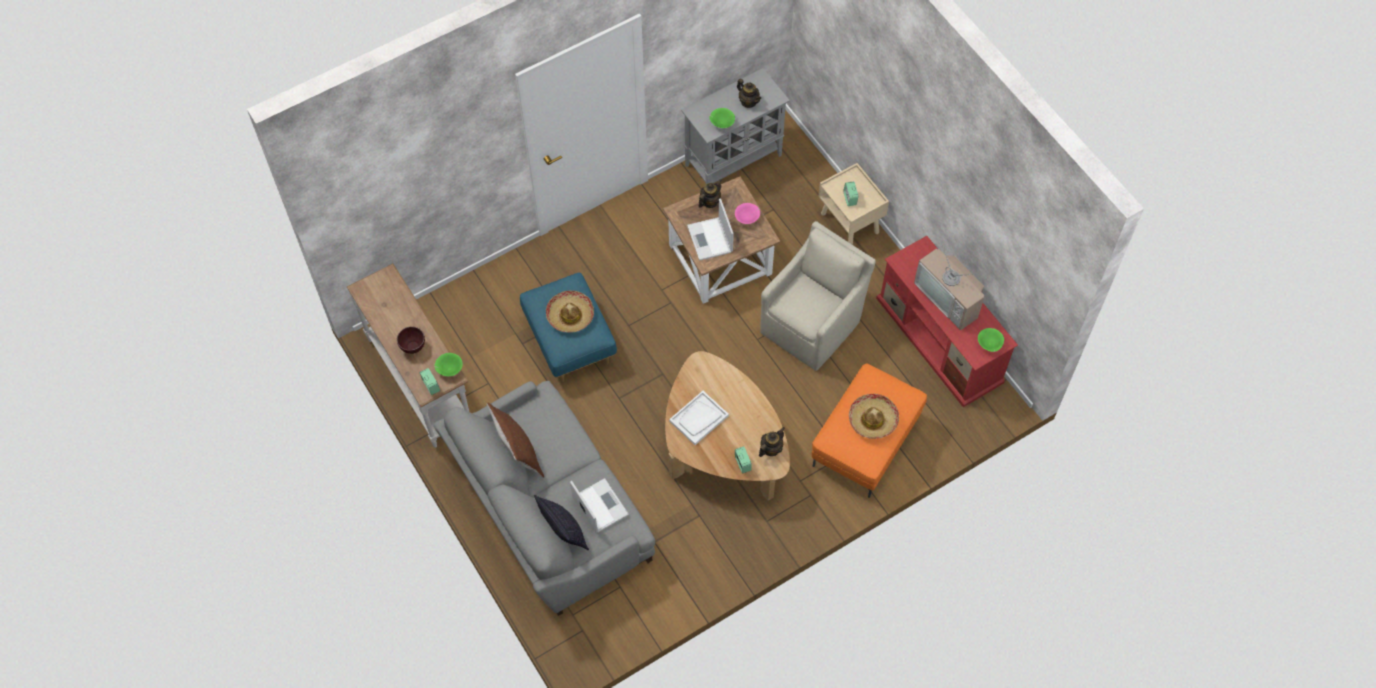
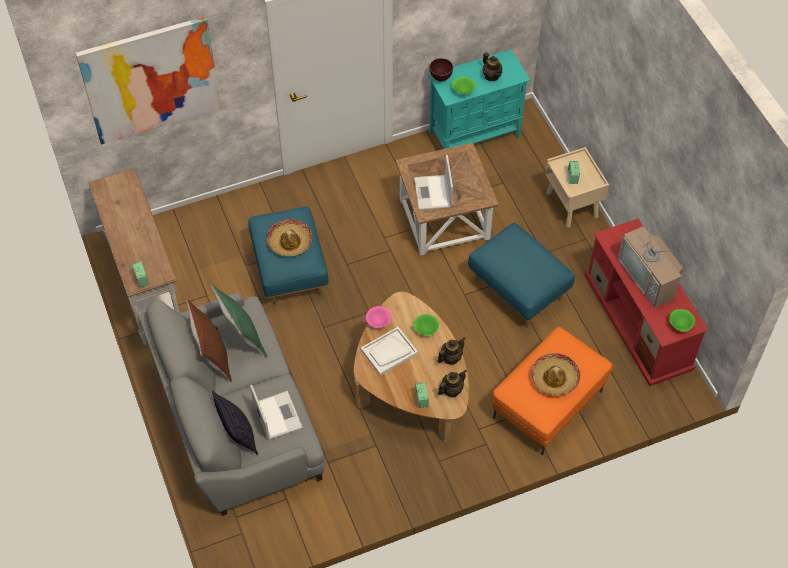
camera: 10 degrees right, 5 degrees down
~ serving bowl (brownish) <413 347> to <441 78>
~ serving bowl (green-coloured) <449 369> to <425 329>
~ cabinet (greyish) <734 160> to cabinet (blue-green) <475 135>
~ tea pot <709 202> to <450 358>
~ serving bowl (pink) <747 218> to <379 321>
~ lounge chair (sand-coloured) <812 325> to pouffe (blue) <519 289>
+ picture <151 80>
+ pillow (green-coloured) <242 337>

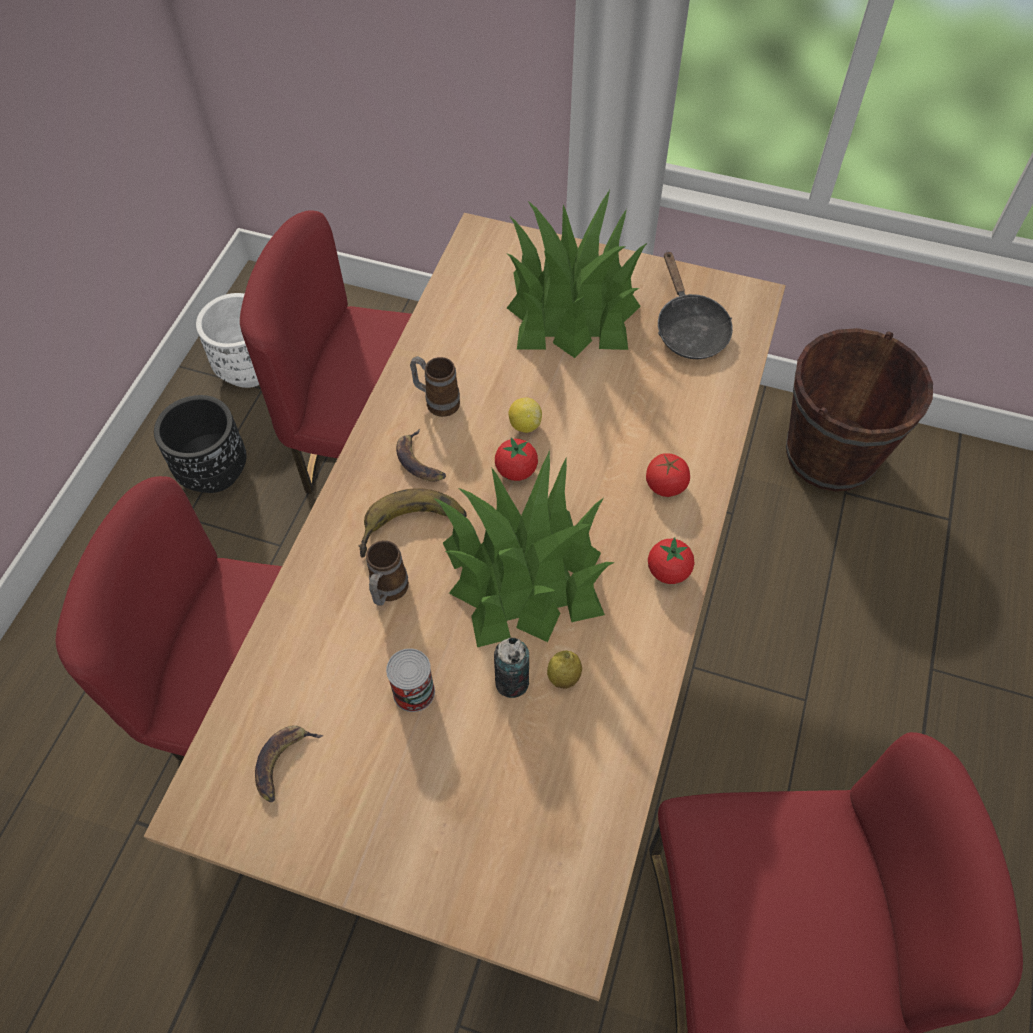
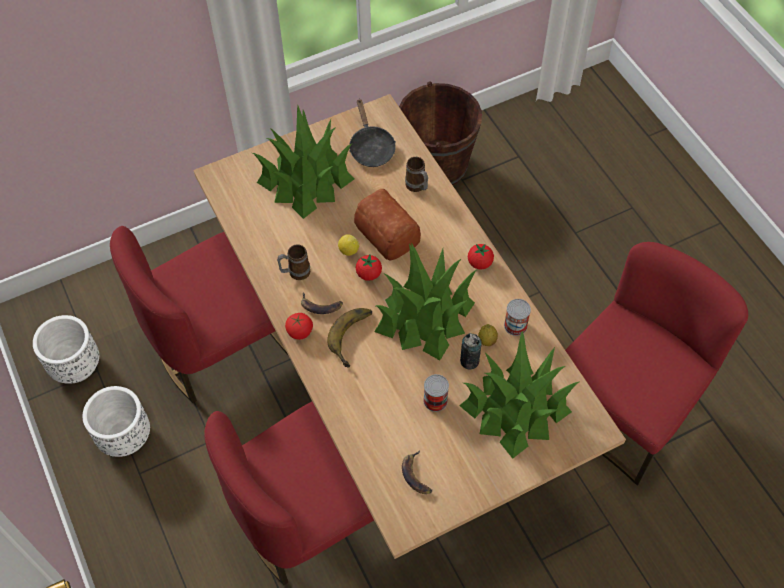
camera: 45 degrees left, 0 degrees up
~ planter (blackish) <214 471> to planter (whitish) <125 436>
~ mug <387 592> to <417 187>
~ tomato <666 485> to <300 331>
~ pan (blackish) <689 329> = <371 147> 45 degrees clockwise
+ bread <387 231>
+ plant in a pot <516 406>
+ sealed can <515 325>

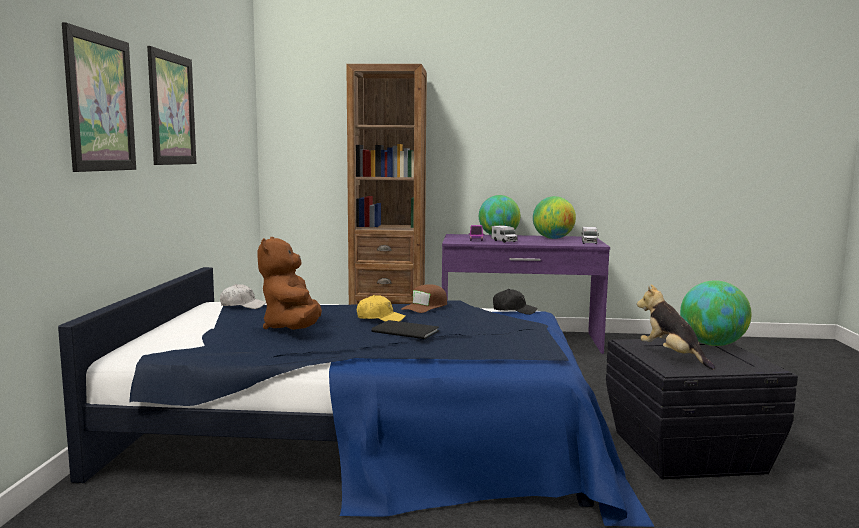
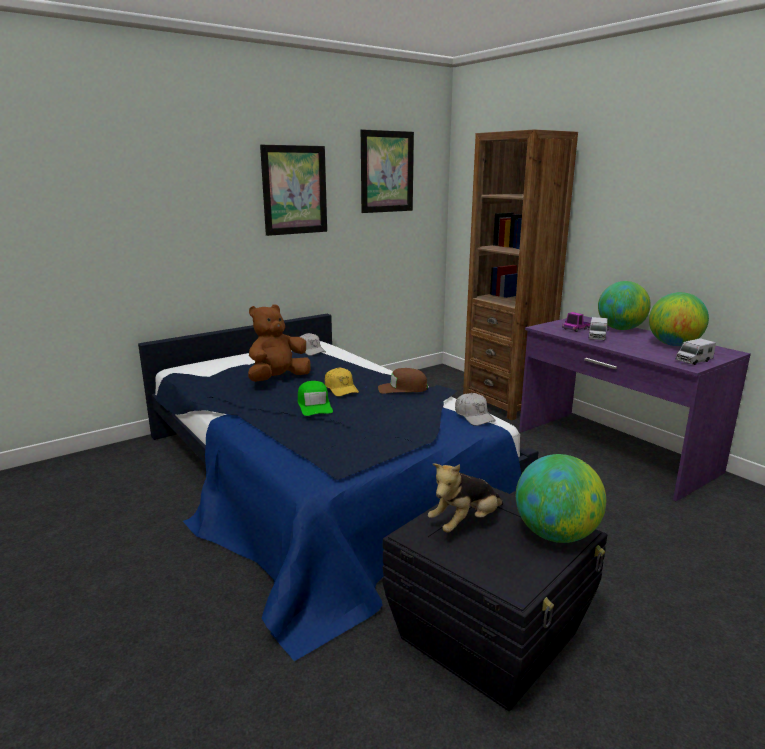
camera: 50 degrees right, 10 degrees up
~ picture <100 103> to <387 172>
~ volume (blackish) <405 331> to cap (green-coloured) <314 405>
~ cap (blackish) <514 310> to cap (whitish) <474 416>
~ soft toy <672 356> = <465 523> 150 degrees counterclockwise

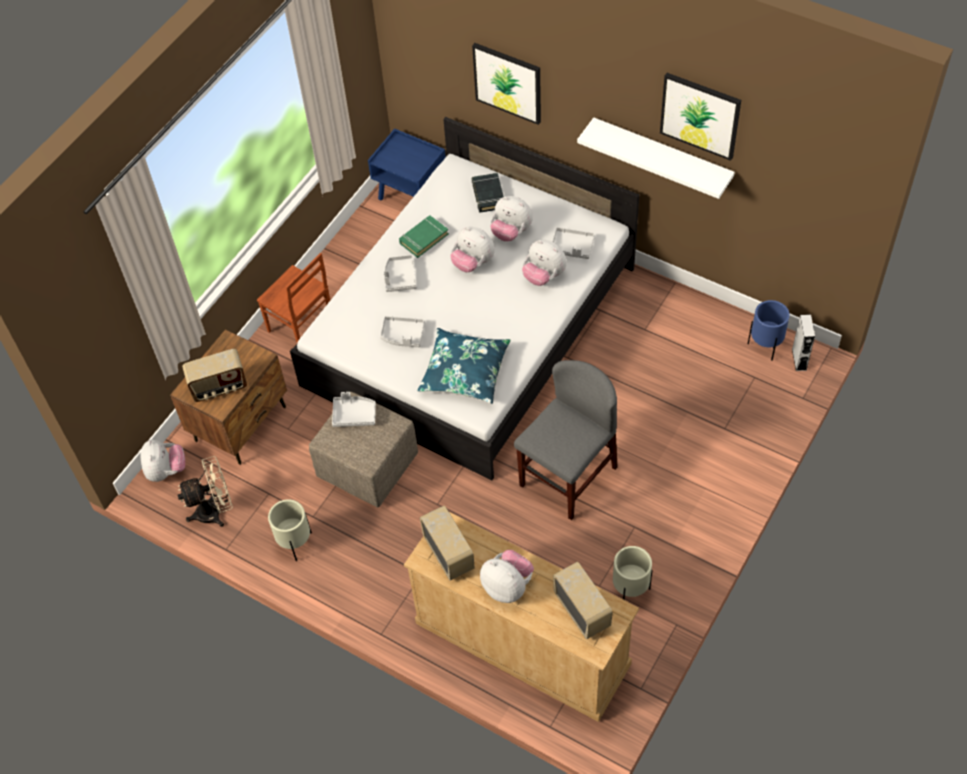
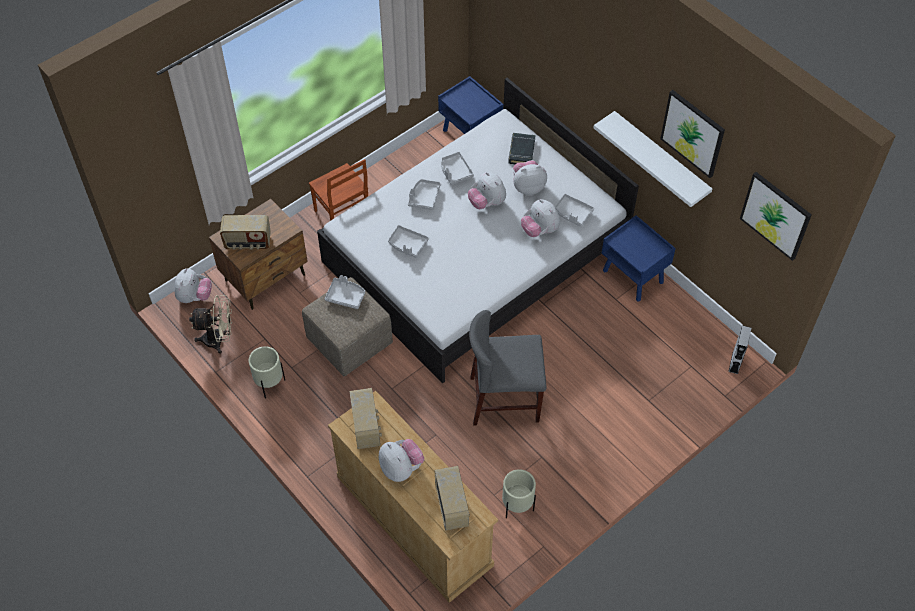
camera: 15 degrees right, 0 degrees up
~ volume (green-coloured) <423 238> to tray (greyish) <455 172>
- pillow (blue) <465 372>
~ picture <508 82> to <775 215>
~ soft toy <511 232> = <528 187> 120 degrees clockwise
~ plain chair (greyish) <568 476> = <504 399> 150 degrees counterclockwise
- planter (blue) <765 346>
+ nightstand (blue) <633 277>

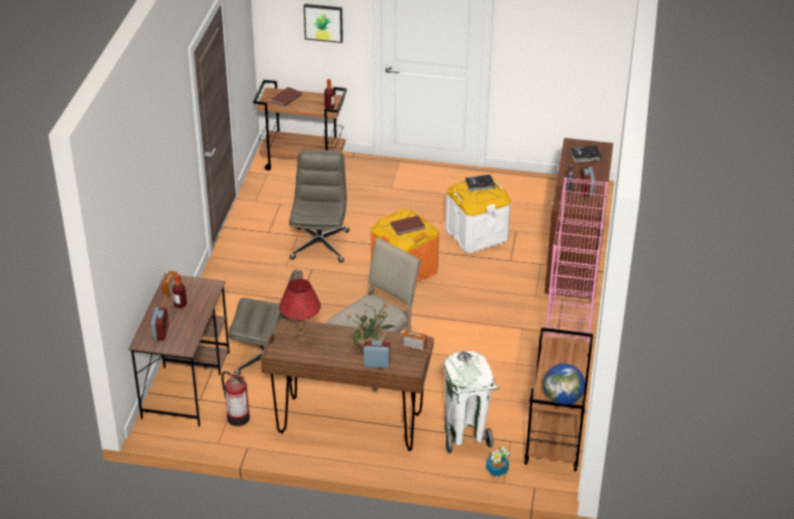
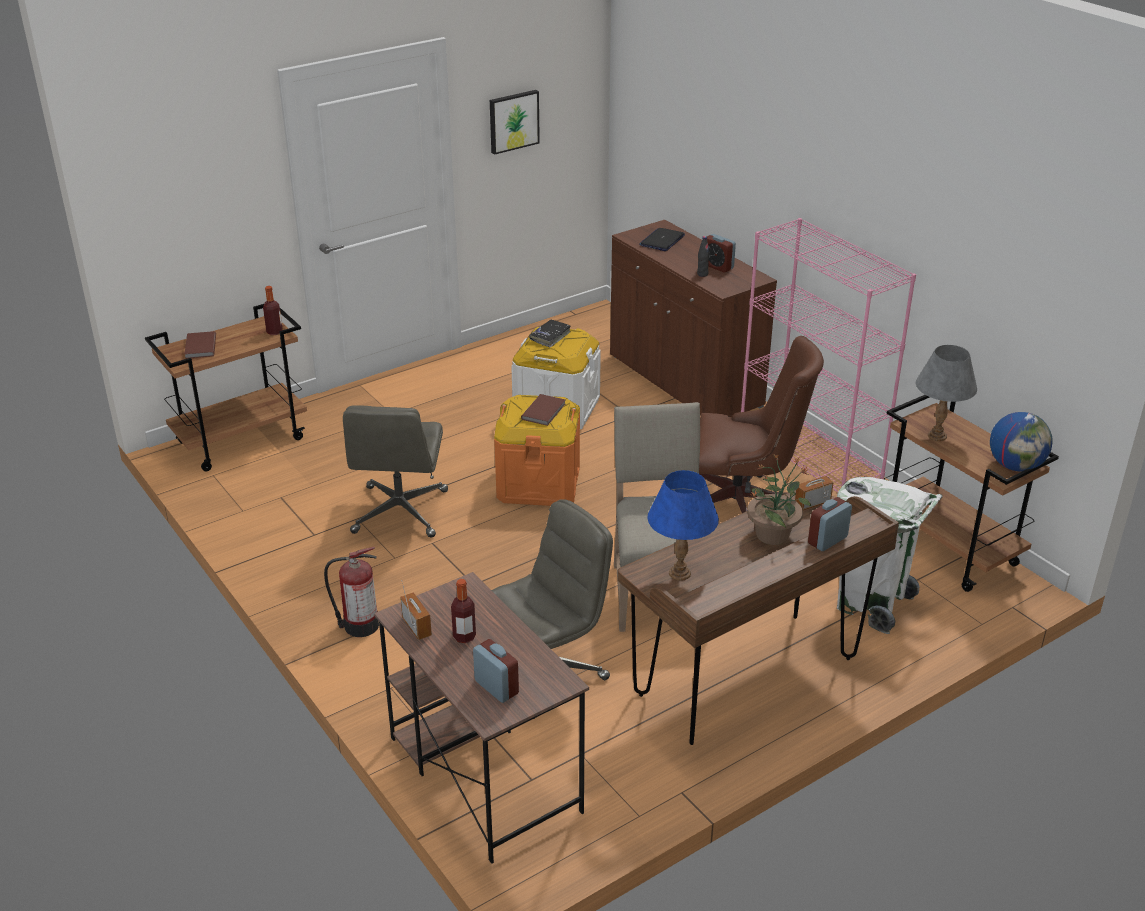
camera: 45 degrees left, 5 degrees down
~ fire extinguisher <237 417> to <359 626>
~ table lamp (reddish) <301 337> to table lamp (blue) <679 573>
~ desk chair (greyish) <319 244> = <400 512> 135 degrees counterclockwise
~ picture <323 22> to <513 121>
- plant in a pot <497 470>
~ volume (blackish) <585 156> to laptop <662 240>
+ desk chair (brownish) <744 505>
+ table lamp (greyish) <936 435>

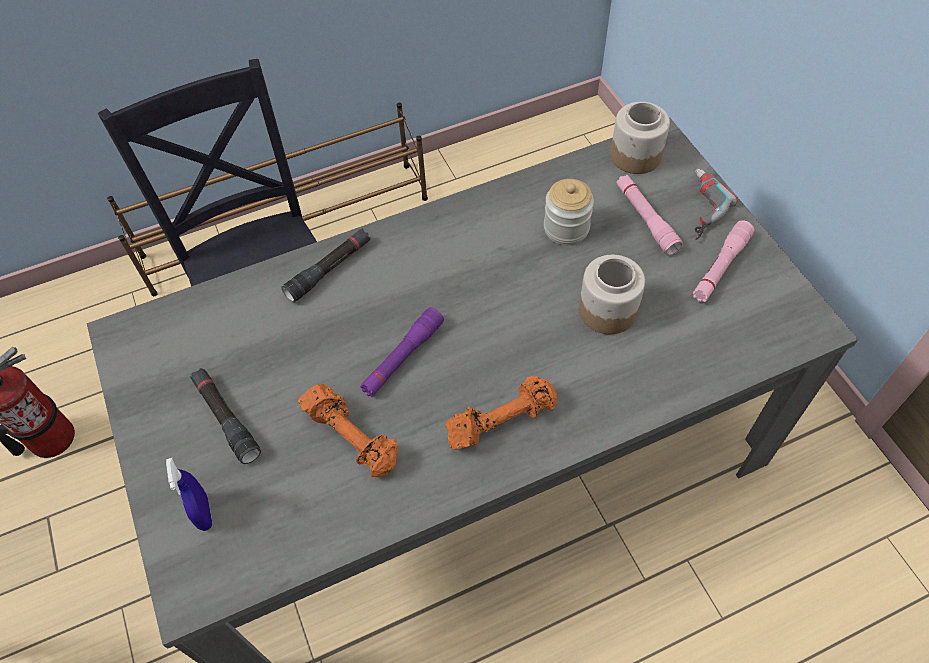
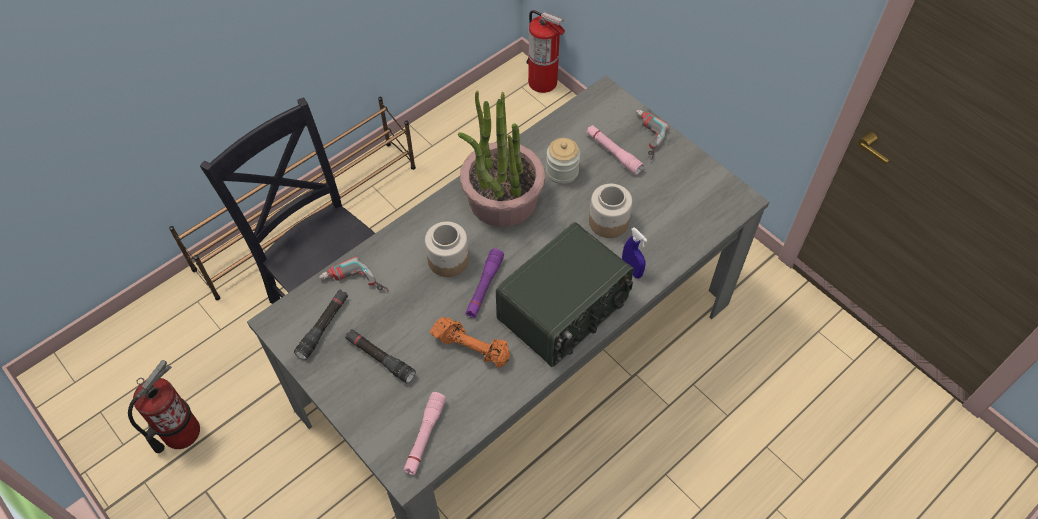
camera: 20 degrees left, 0 degrees up
~ sprayer (blue) <204 513> to <631 270>
~ torch (blackish) <329 269> to <323 327>
~ free weight (orange) <500 421> to radio set <564 311>
~ preserve jar <636 155> to <449 260>
~ torch (pink) <720 267> to <425 436>
+ drill <353 285>
+ plant in a pot <502 199>
+ fire extinguisher <543 82>

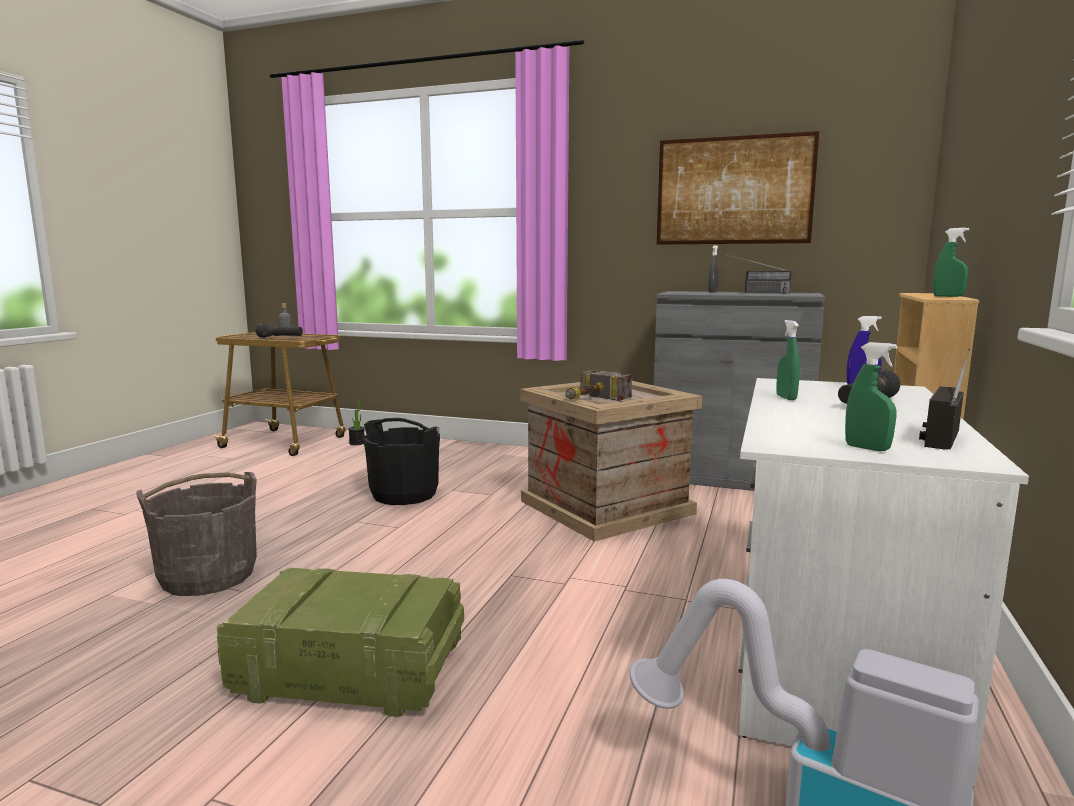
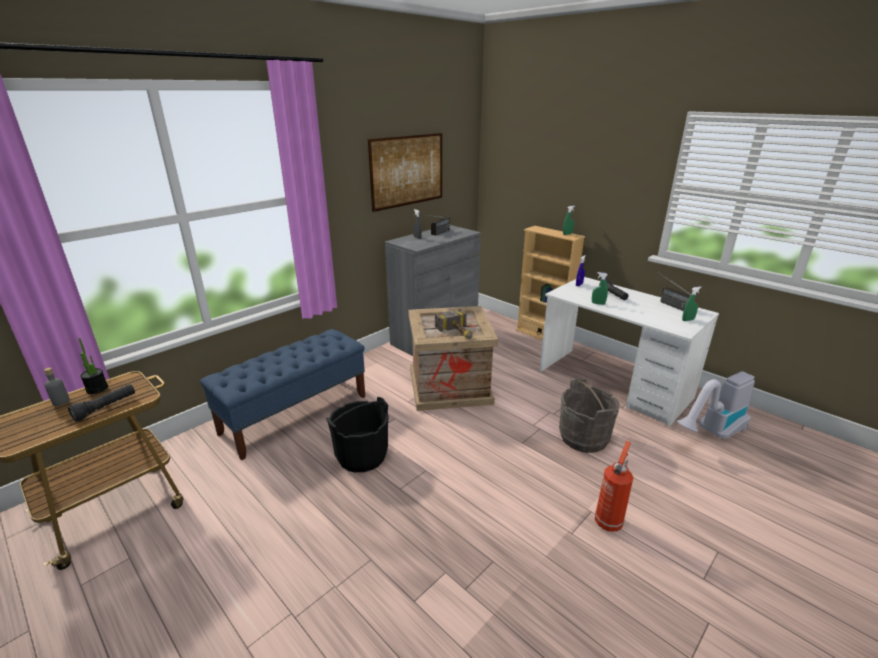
camera: 65 degrees left, 15 degrees up
~ pail (greyish) <208 576> to <583 438>
~ shipping crate <346 672> to fire extinguisher <608 521>
~ plant in a pot <357 443> to <97 389>
+ bench (blue) <295 414>

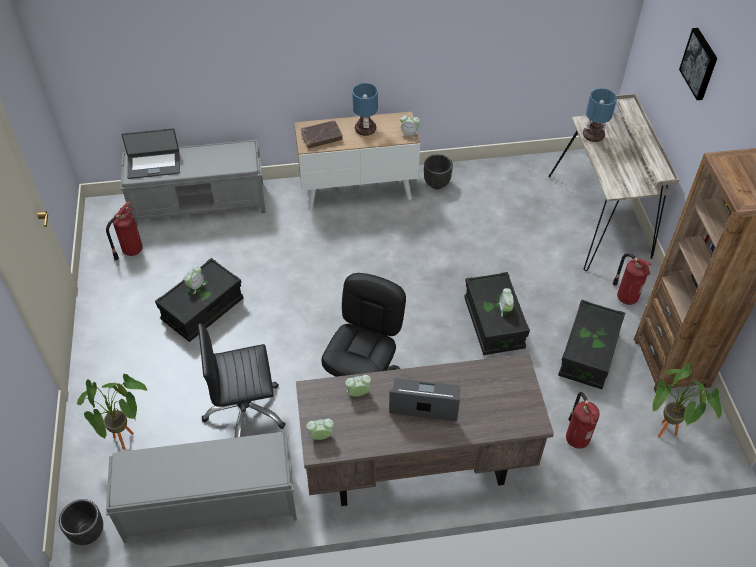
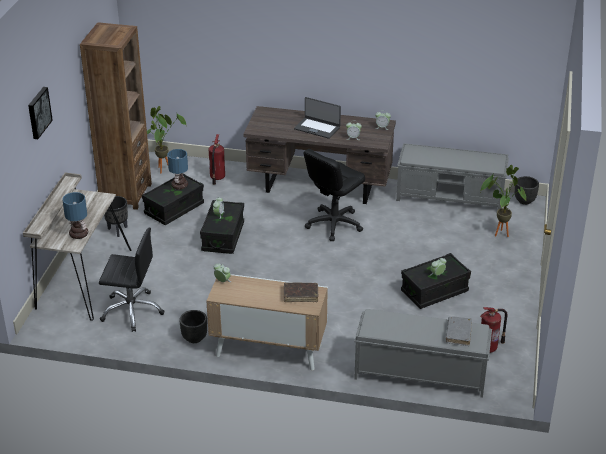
camera: 160 degrees left, 15 degrees down
~ laptop <154 165> to volume (greyish) <458 334>
~ desk chair (blackish) <245 412> to <132 311>
~ table lamp <365 129> to <179 186>
~ fire extinguisher <626 296> to planter (blackish) <117 230>

